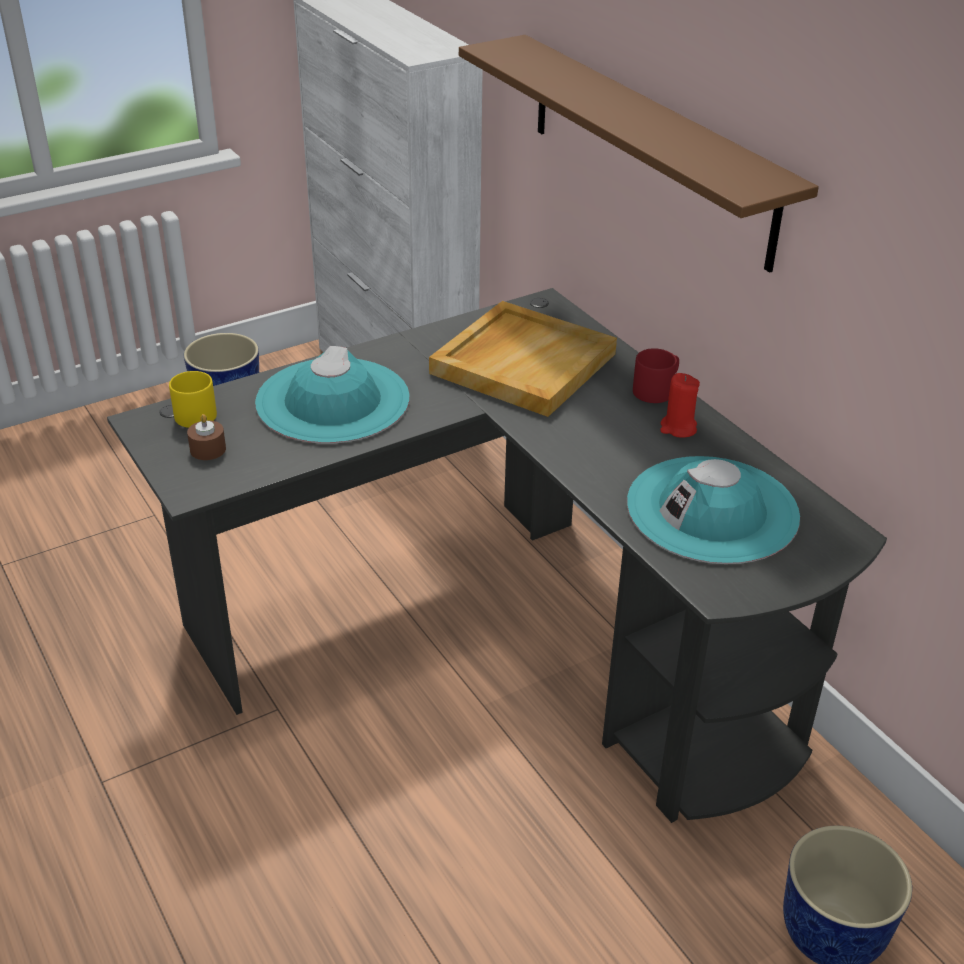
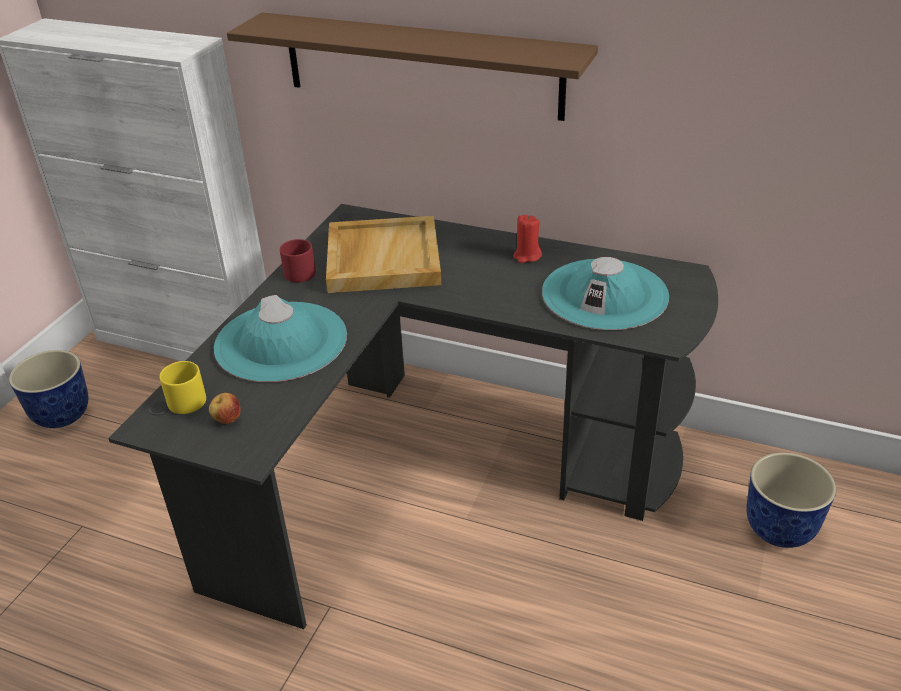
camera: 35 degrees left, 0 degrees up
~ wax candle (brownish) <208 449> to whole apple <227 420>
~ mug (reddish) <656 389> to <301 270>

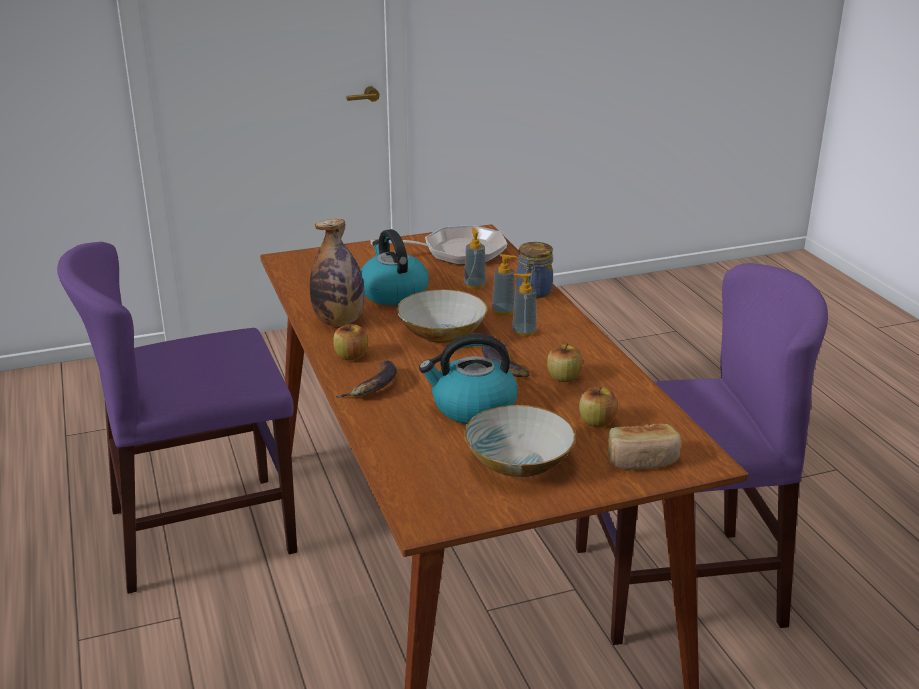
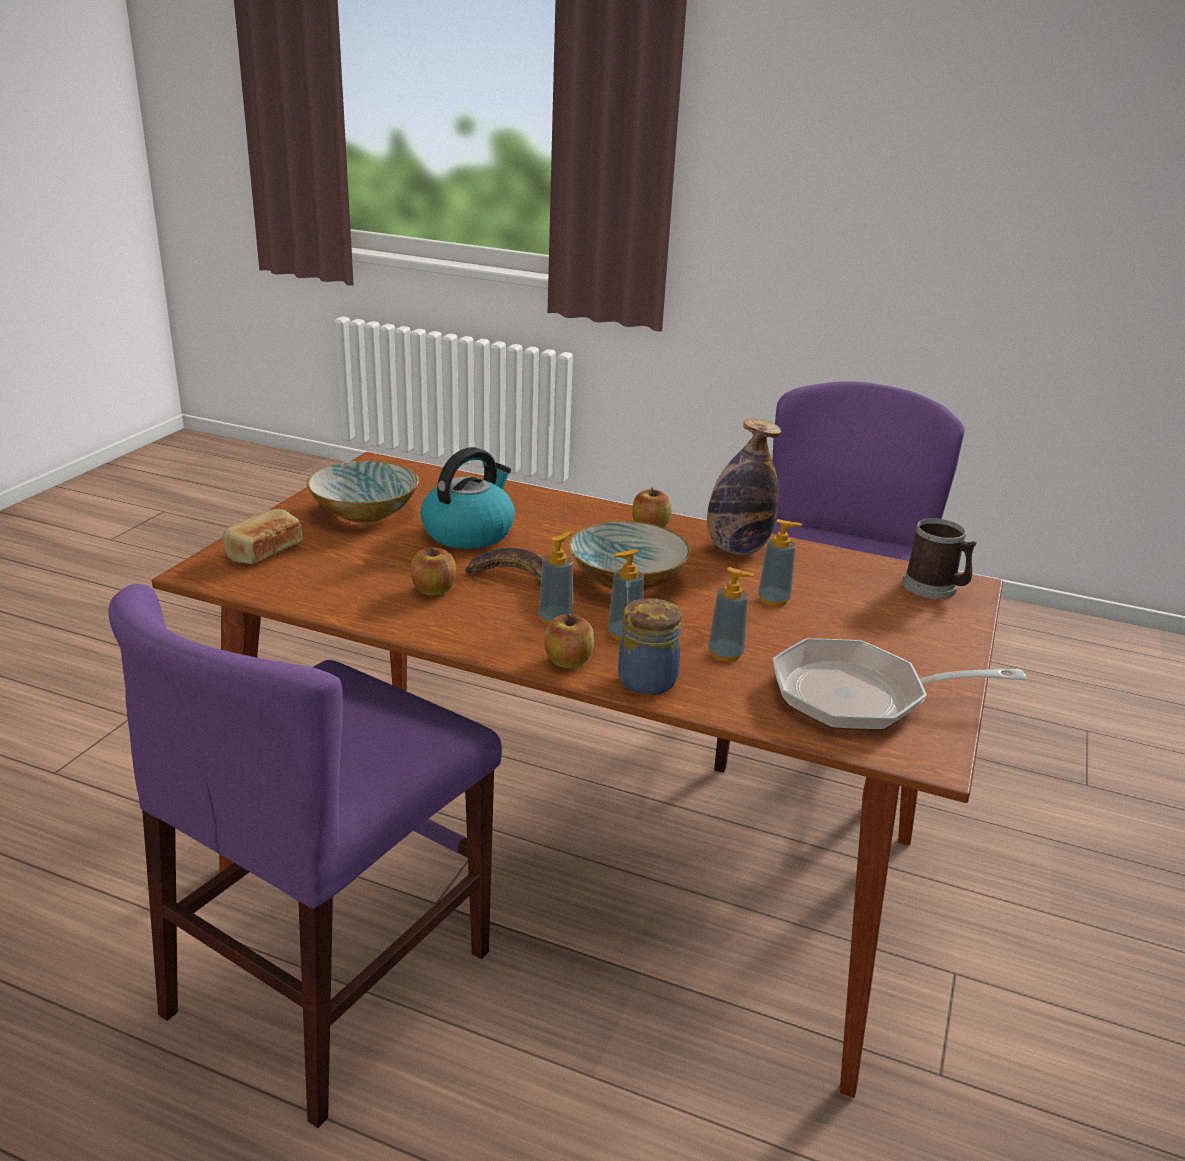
camera: 130 degrees right, 0 degrees up
- whole banana <373 386>
~ kettle <393 293> to soap bottle <773 600>
~ pan <457 253> = <860 696> 60 degrees clockwise
~ whole apple <597 422> to <568 661>
+ mug <935 588>

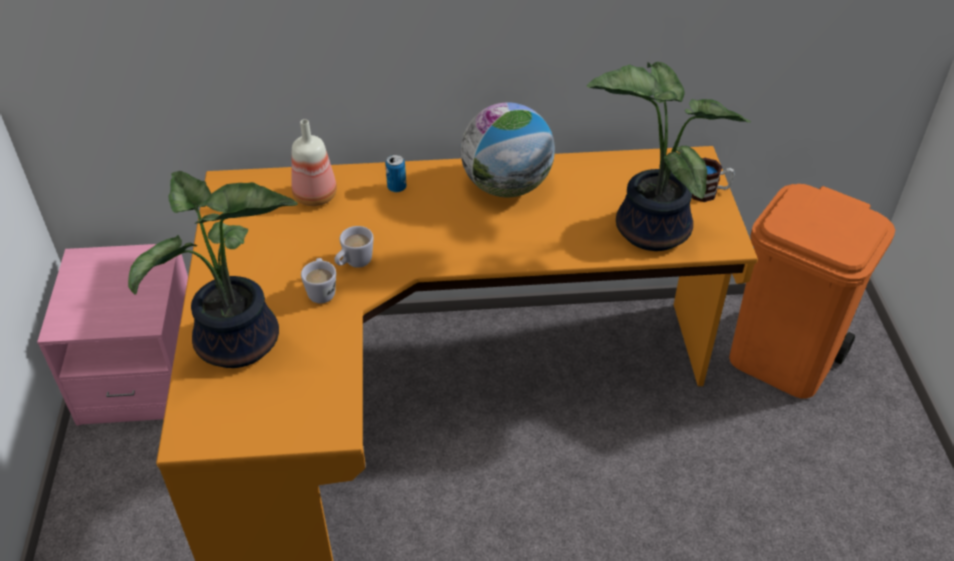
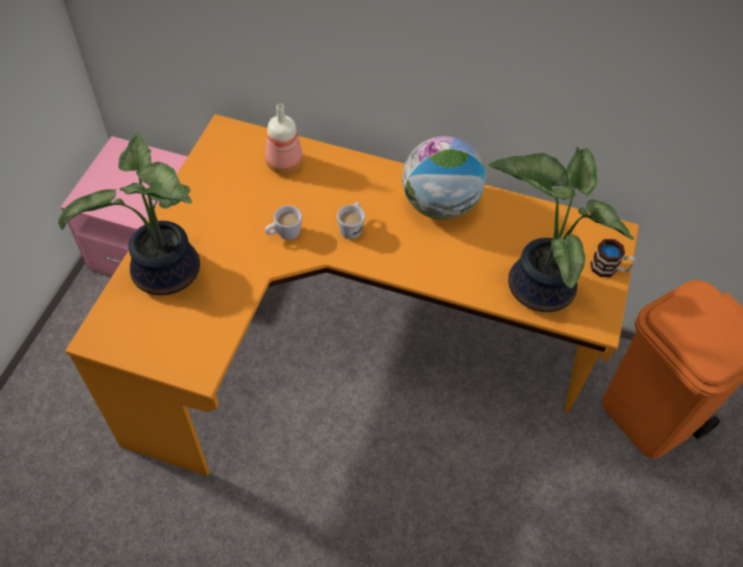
camera: 20 degrees right, 10 degrees up
~ mug (whitish) <321 291> to <352 228>
- sealed can <397 187>

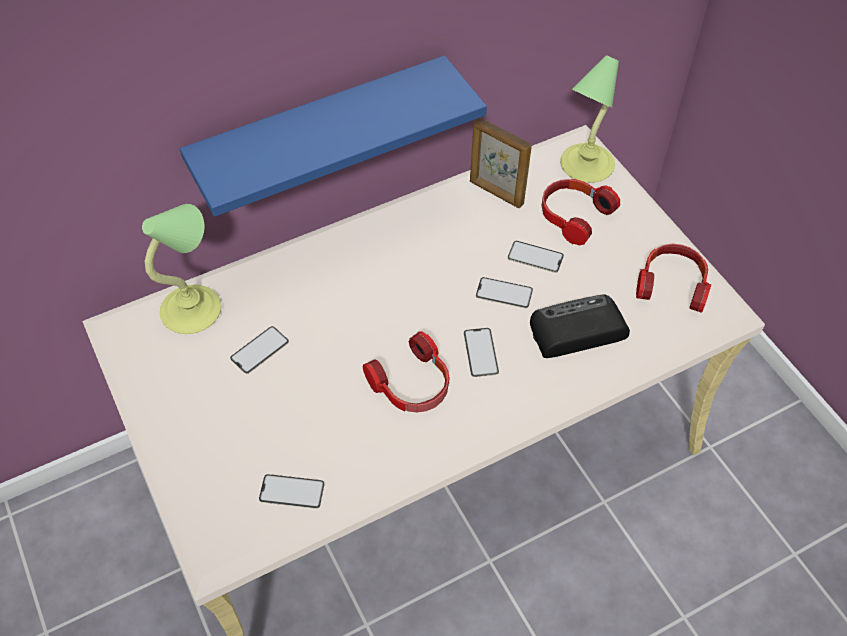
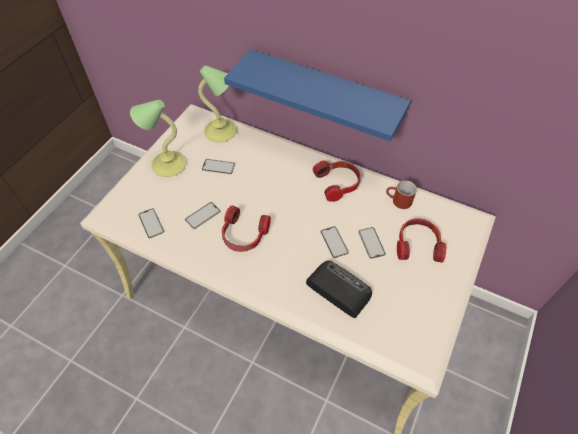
camera: 55 degrees right, 0 degrees up
~ handset <481 352> to <203 215>
~ photo frame <496 193> to mug (reddish) <398 201>
~ table lamp <585 166> to <167 164>
~ headset <672 284> to <338 183>

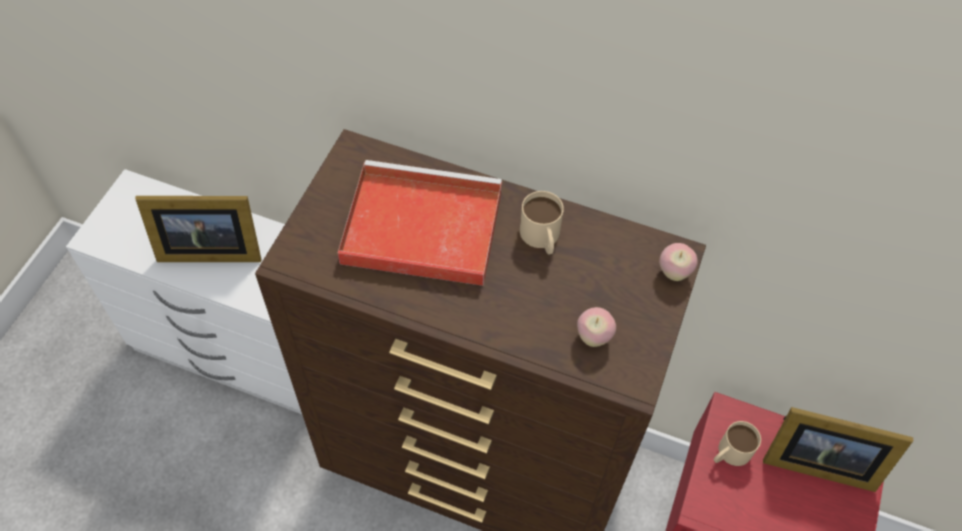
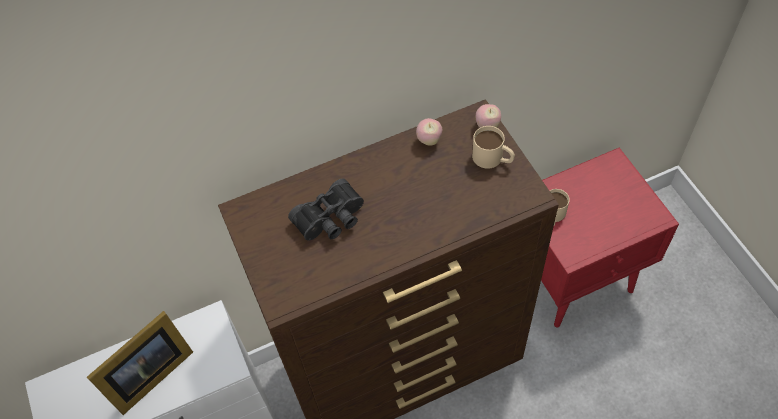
camera: 40 degrees left, 0 degrees up
~ tray (reddish) <418 227> to field glasses (blackish) <331 219>
~ mug (sand-coloured) <542 238> to <493 158>
~ whole apple <593 337> to <429 140>
- photo frame <816 461>

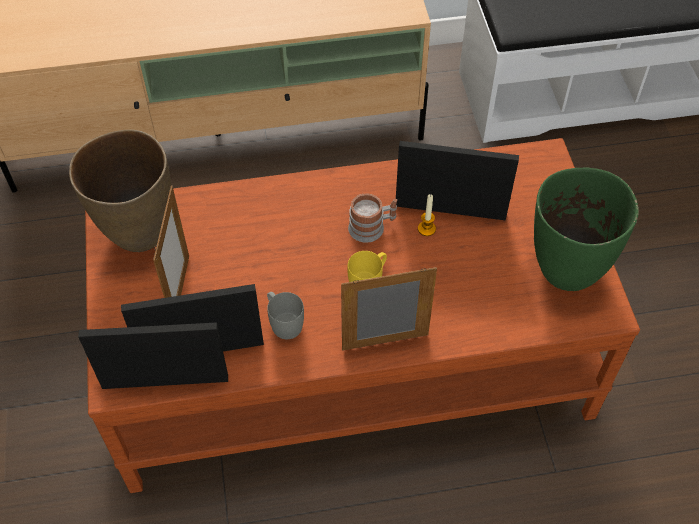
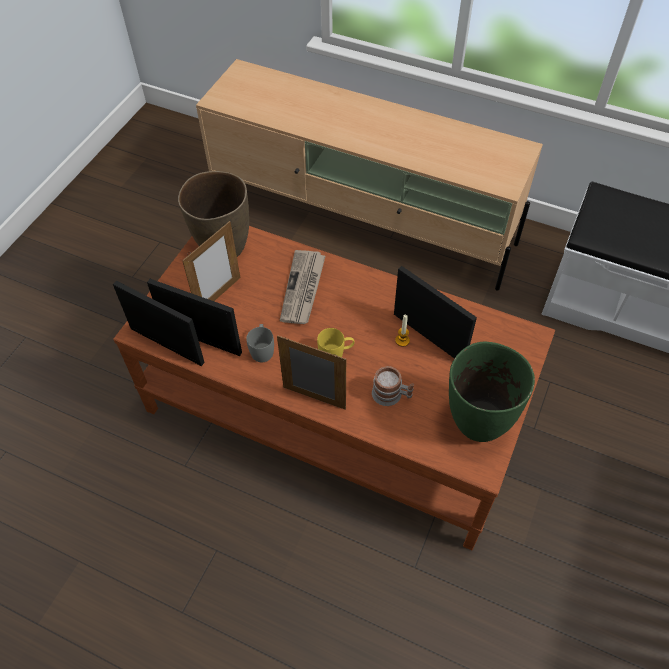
camera: 35 degrees right, 0 degrees up
~ mug <372 227> to <391 395>
+ newspaper <303 289>

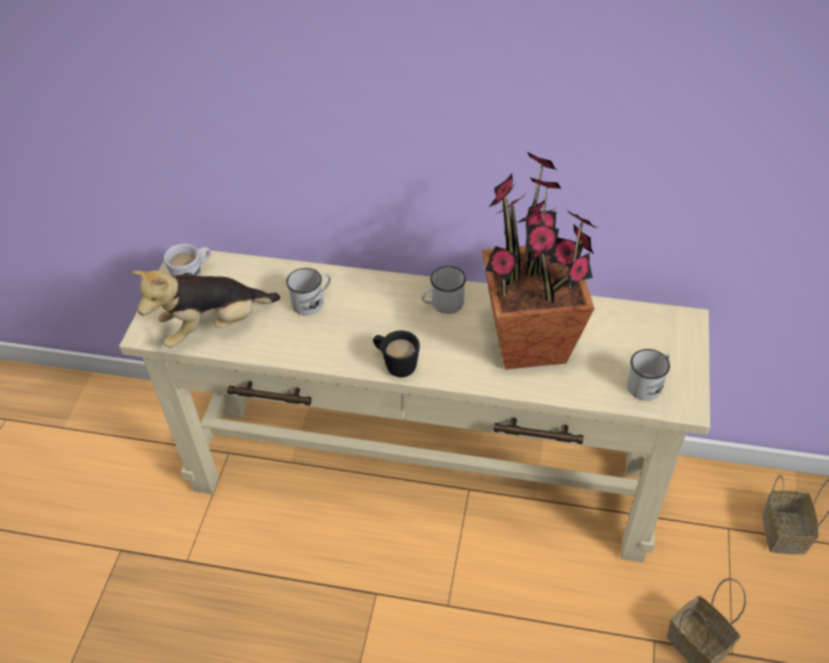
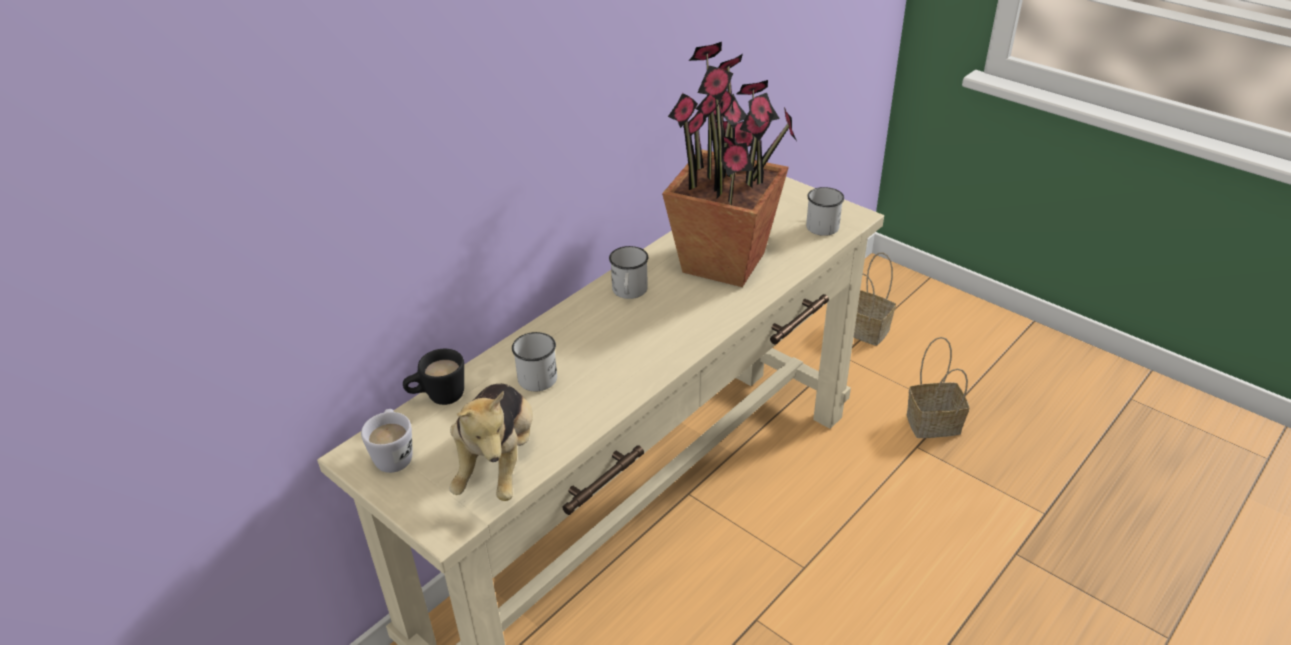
camera: 60 degrees left, 10 degrees down
~ mug (blackish) <395 364> to <438 397>

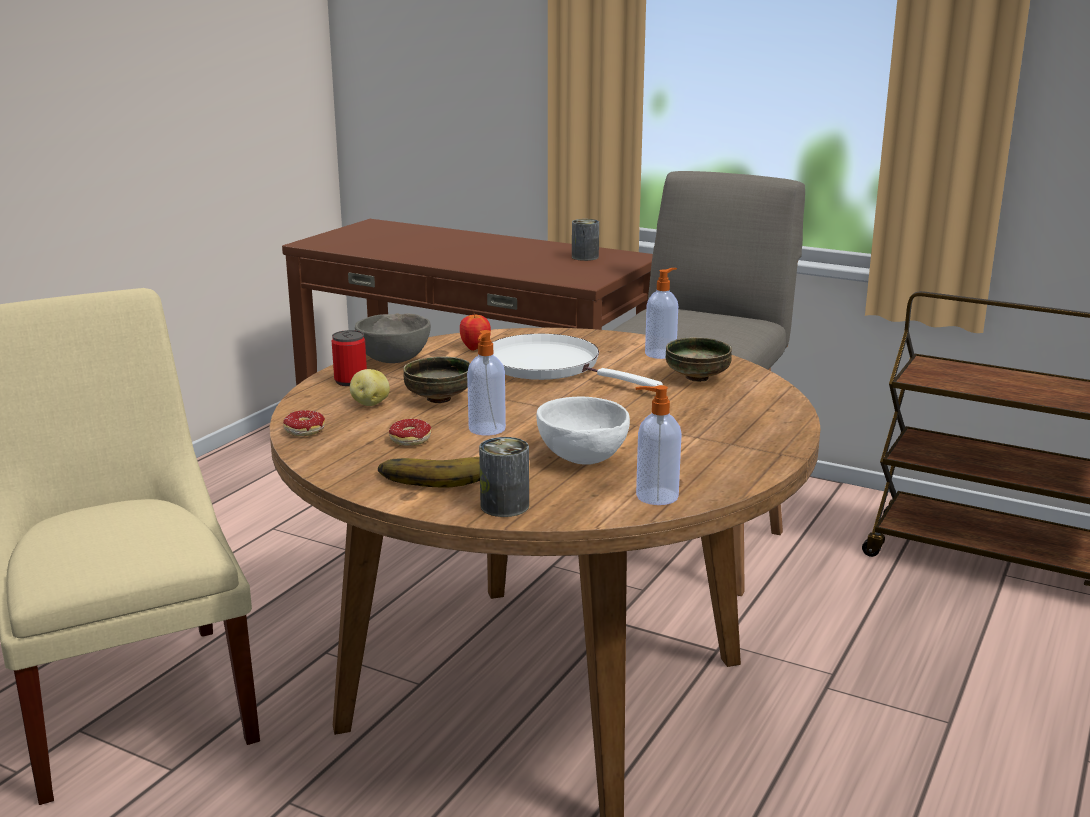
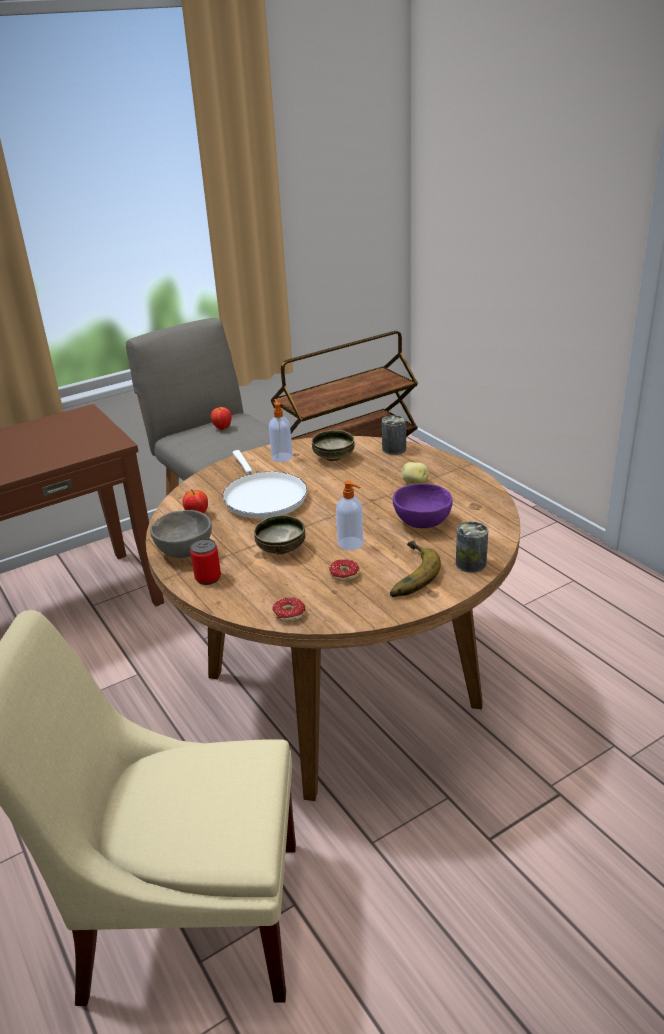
camera: 60 degrees left, 10 degrees up
~ spud <369 403> to <415 483>
~ pan (whitish) <549 366> = <263 497> 90 degrees counterclockwise
~ serving bowl (whitish) <581 458> to serving bowl (purple-coloured) <423 524>
~ sealed can <585 257> to <394 449>
- soap bottle <655 496>
+ whole apple <222 428>

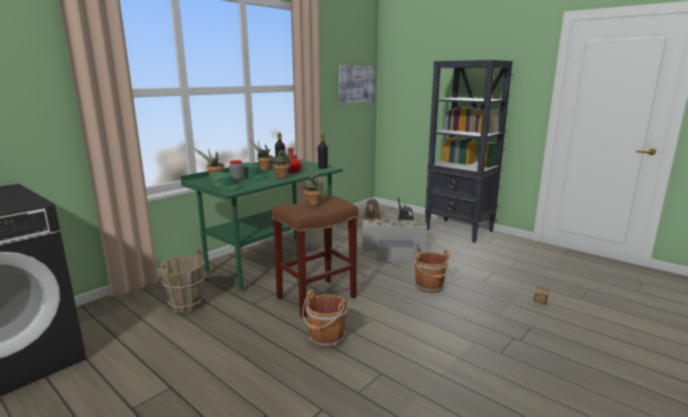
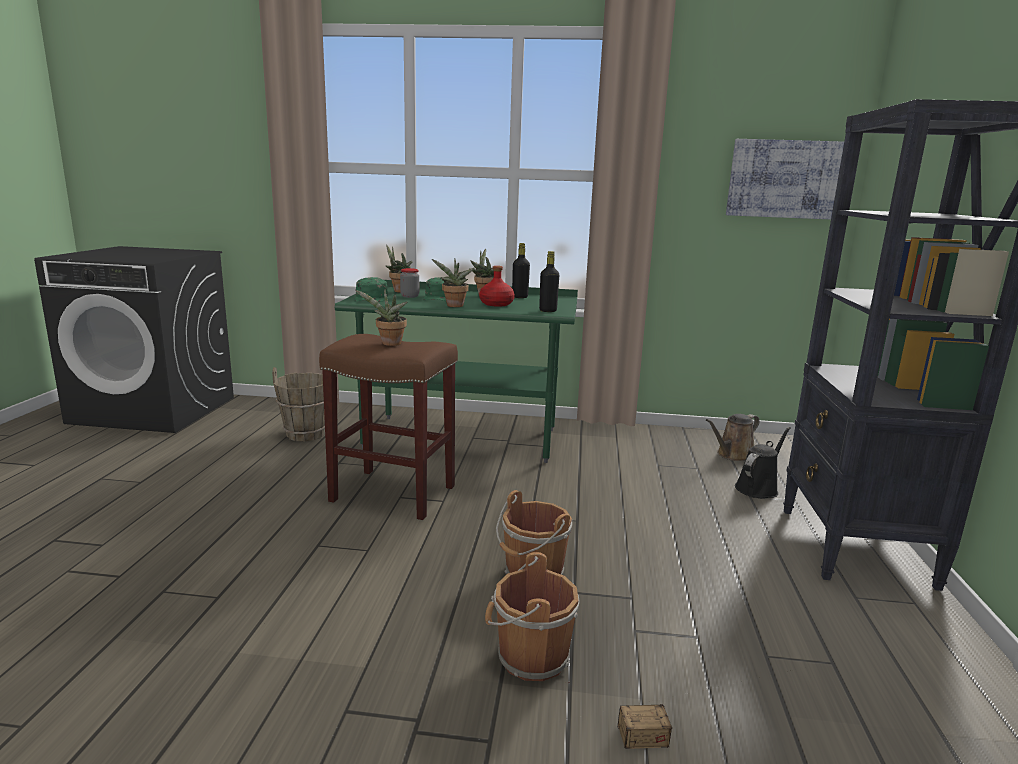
camera: 55 degrees right, 0 degrees up
~ pail (brownish) <326 339> to <529 657>
- storage box (greyish) <394 249>

